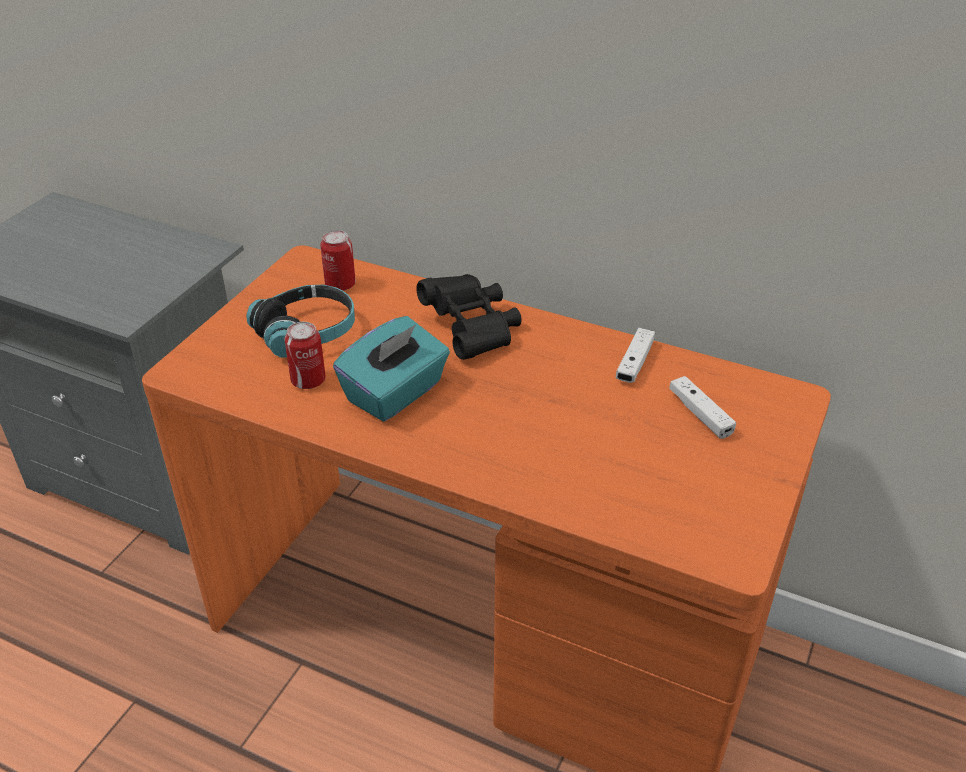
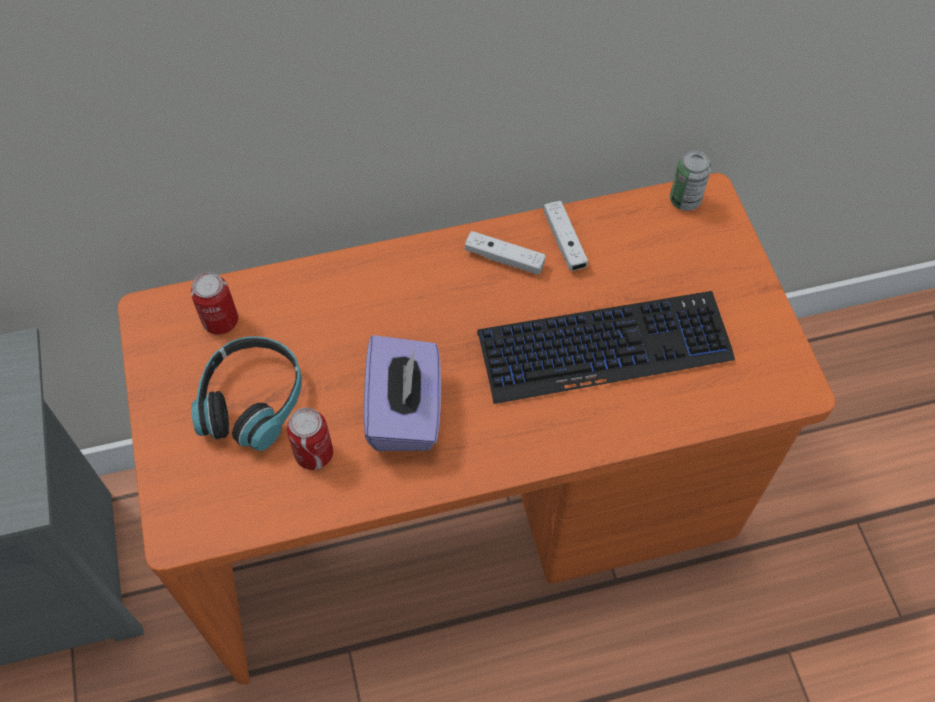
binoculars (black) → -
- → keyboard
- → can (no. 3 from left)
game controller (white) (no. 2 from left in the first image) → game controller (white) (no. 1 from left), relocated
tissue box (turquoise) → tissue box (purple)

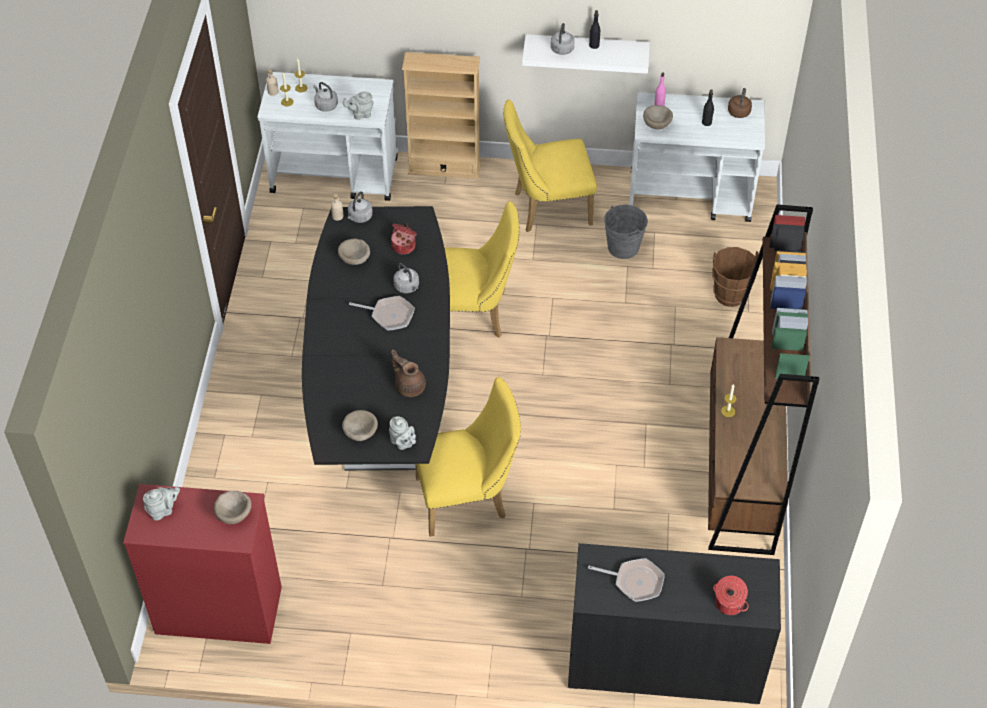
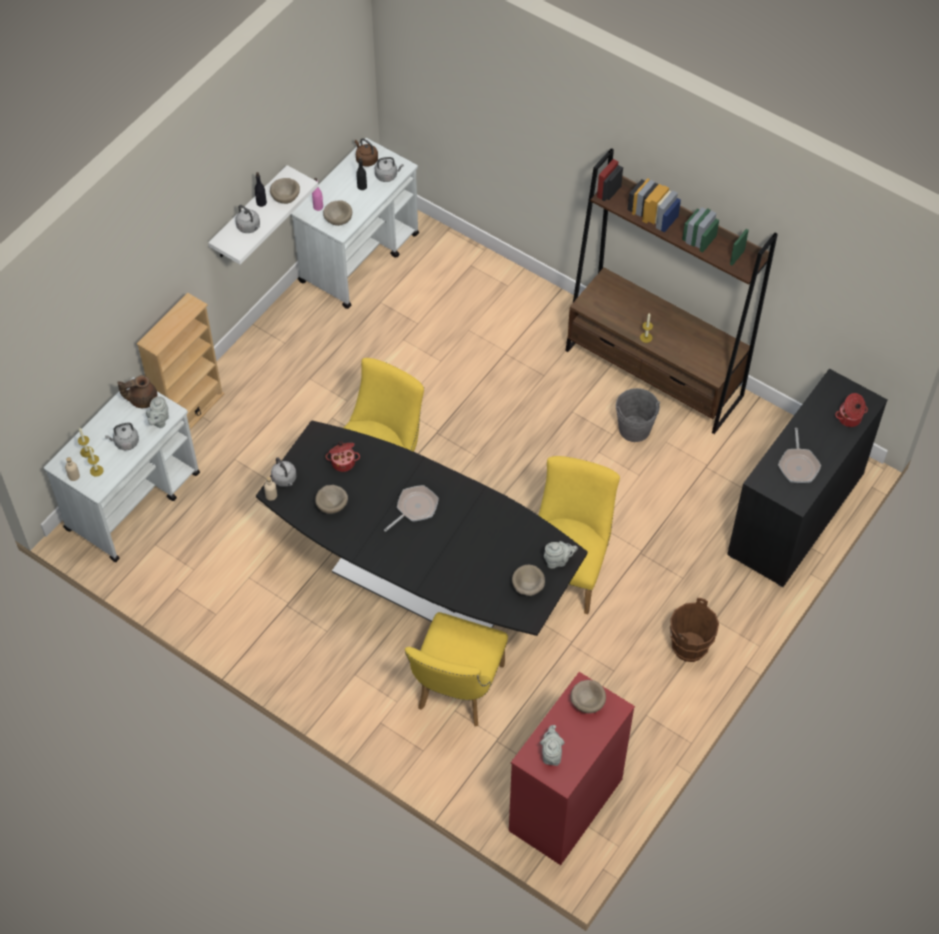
- → bowl (beige) (no. 1 from left)
teapot (brown), relocated
kettle (grey) (no. 3 from left in the first image) → kettle (grey) (no. 4 from left), relocated
chair (yellow) (no. 3 from left in the first image) → chair (yellow) (no. 2 from left), relocated
bucket (grey), relocated
bucket (brown), relocated
frying pan (no. 2 from left), 135 degrees clockwise

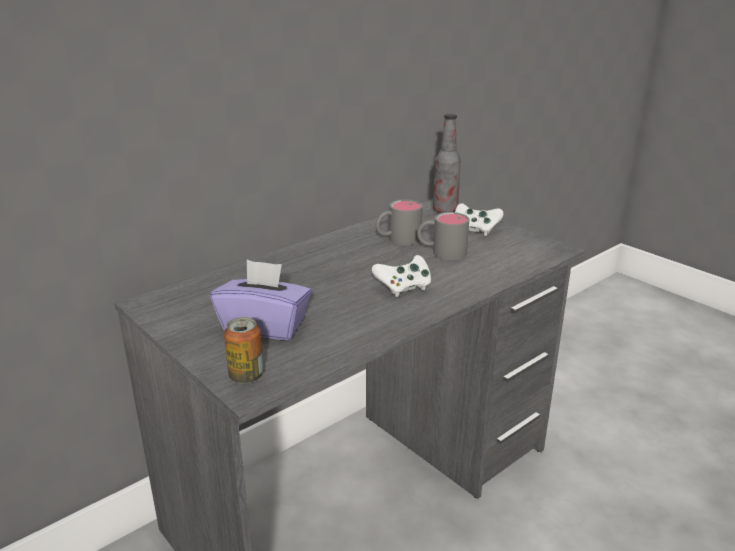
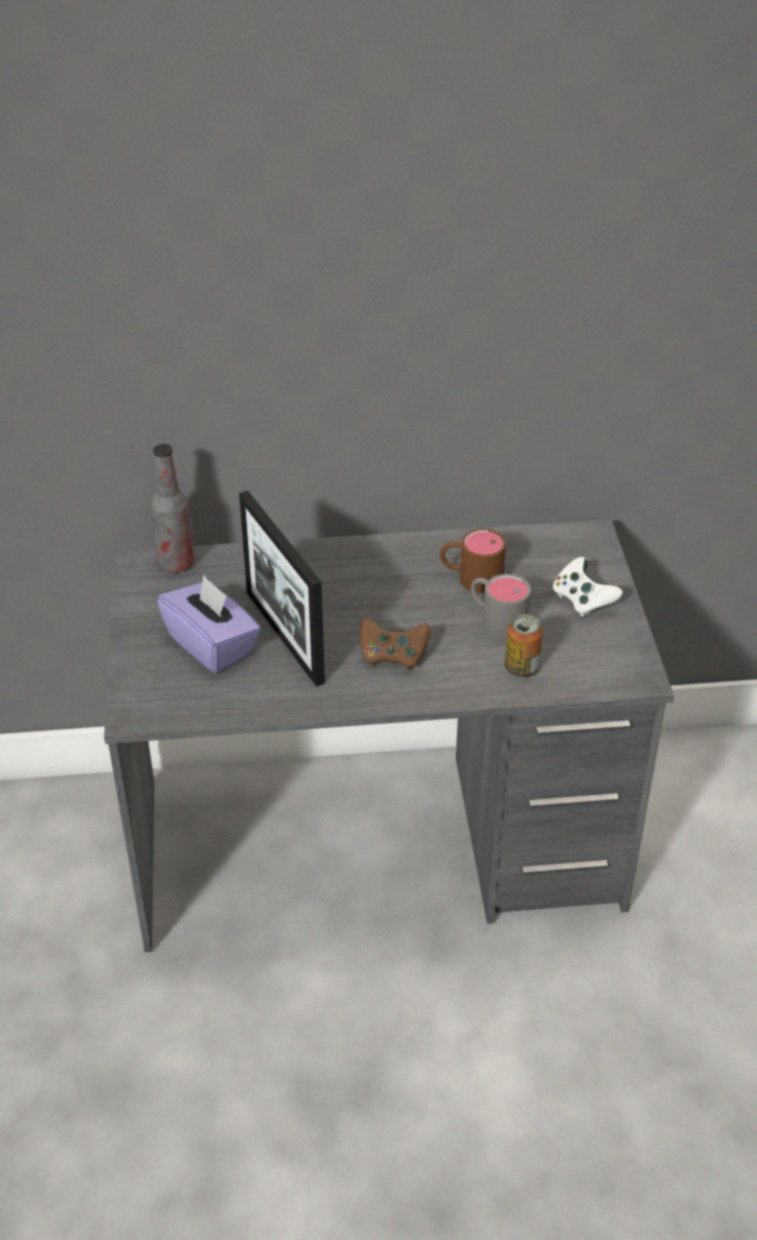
- → picture frame
can, relocated
bottle, relocated
game controller (white) (no. 1 from left) → game controller (brown)
mug (grey) (no. 1 from left) → mug (brown)

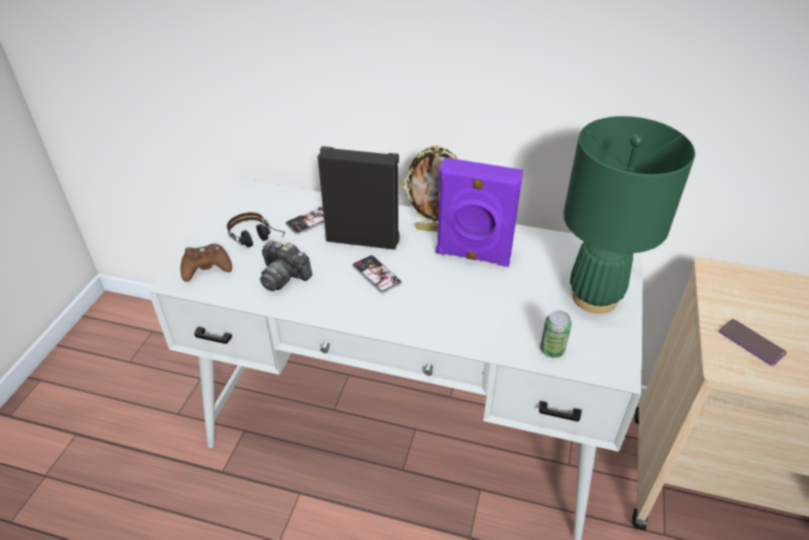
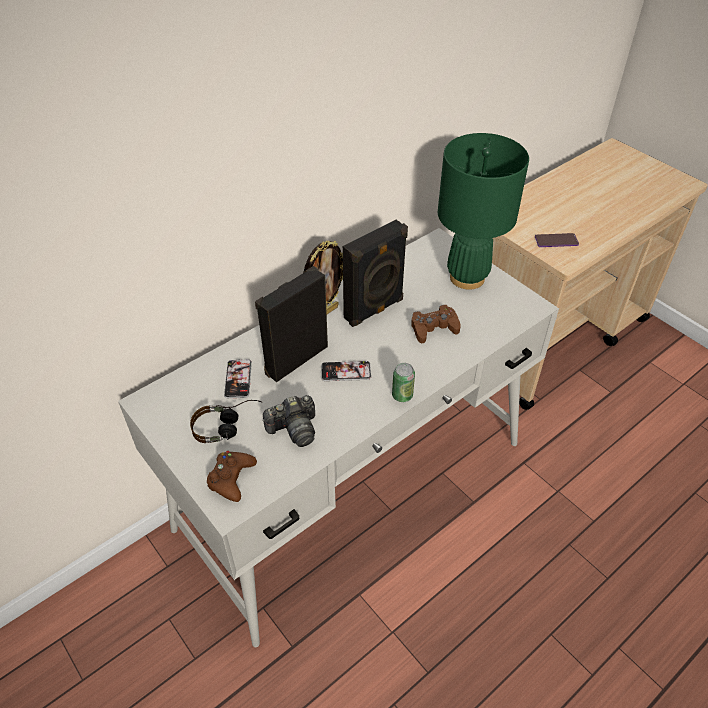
- → game controller (brown) (no. 2 from left)
can, relocated
speaker (purple) → speaker (black) (no. 2 from left)

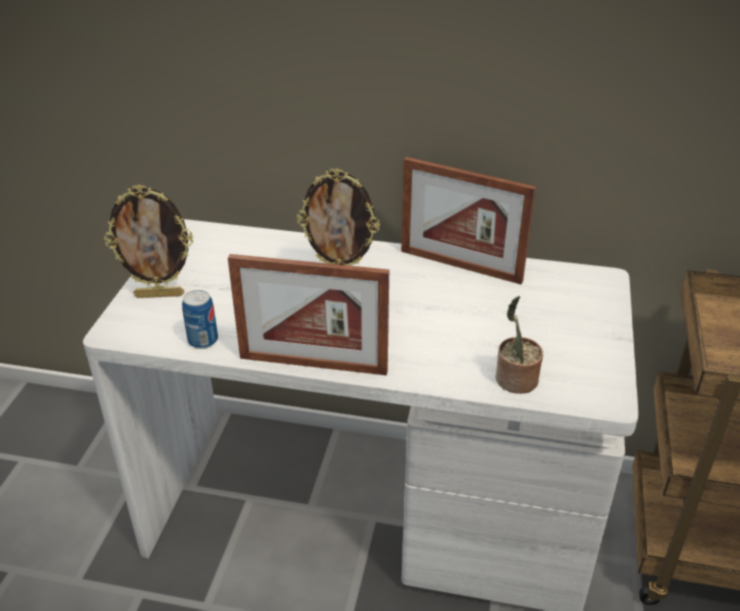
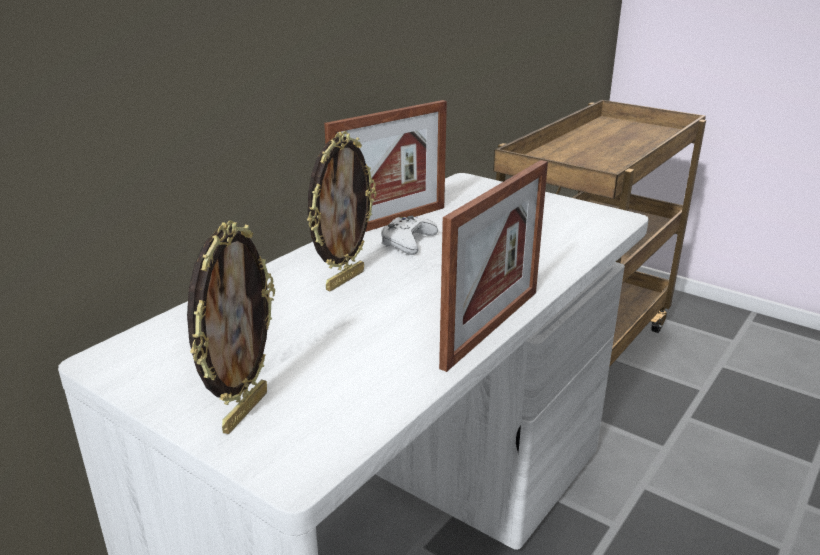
can → -
potted plant → -
- → game controller (white)

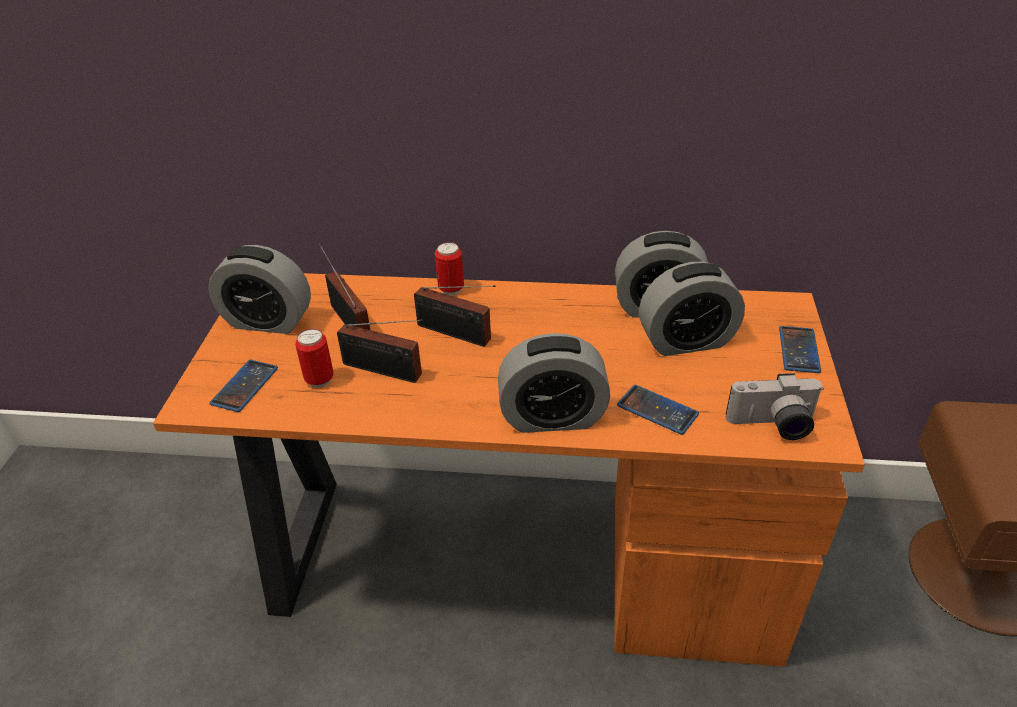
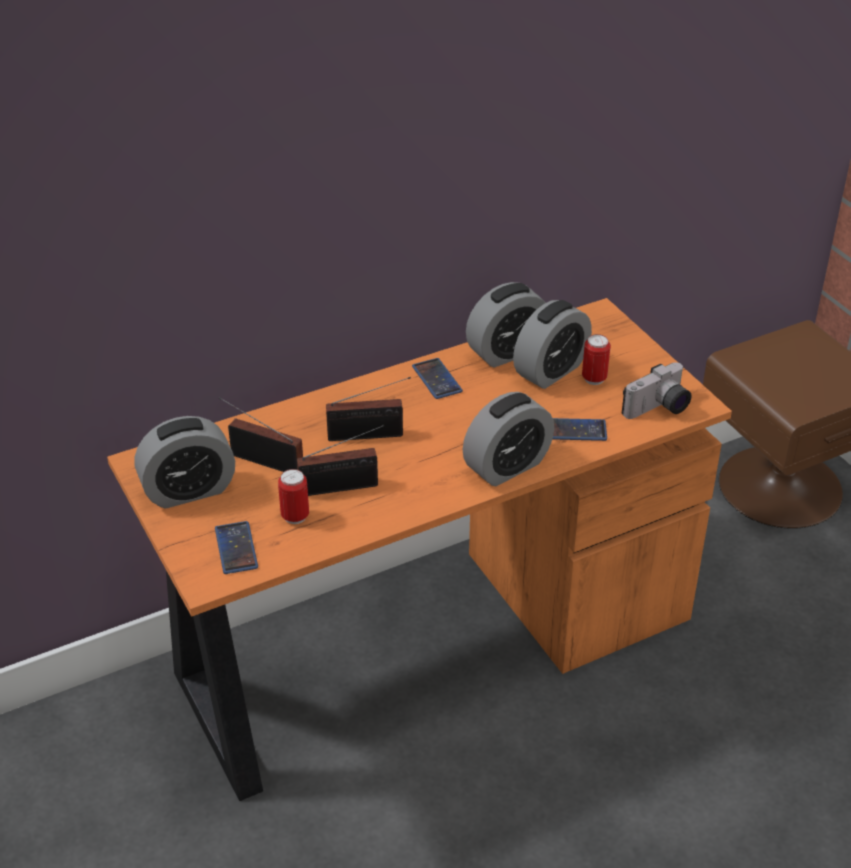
can (no. 2 from left), relocated
phone (no. 3 from left in the first image) → phone (no. 2 from left), relocated

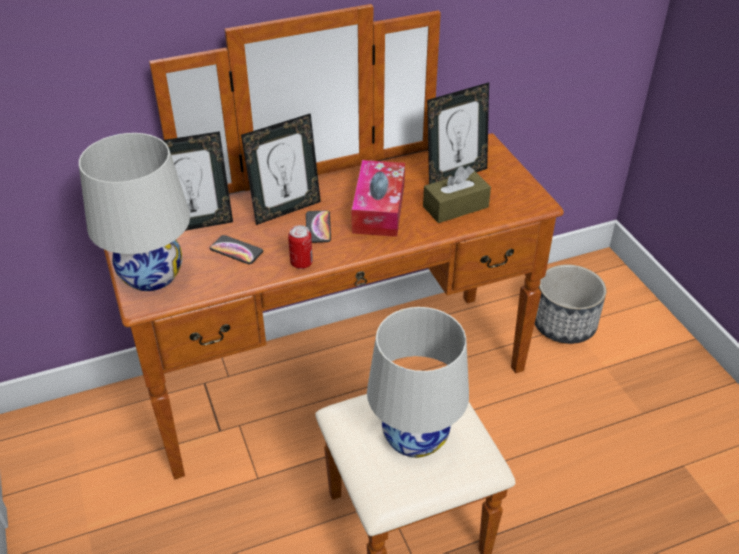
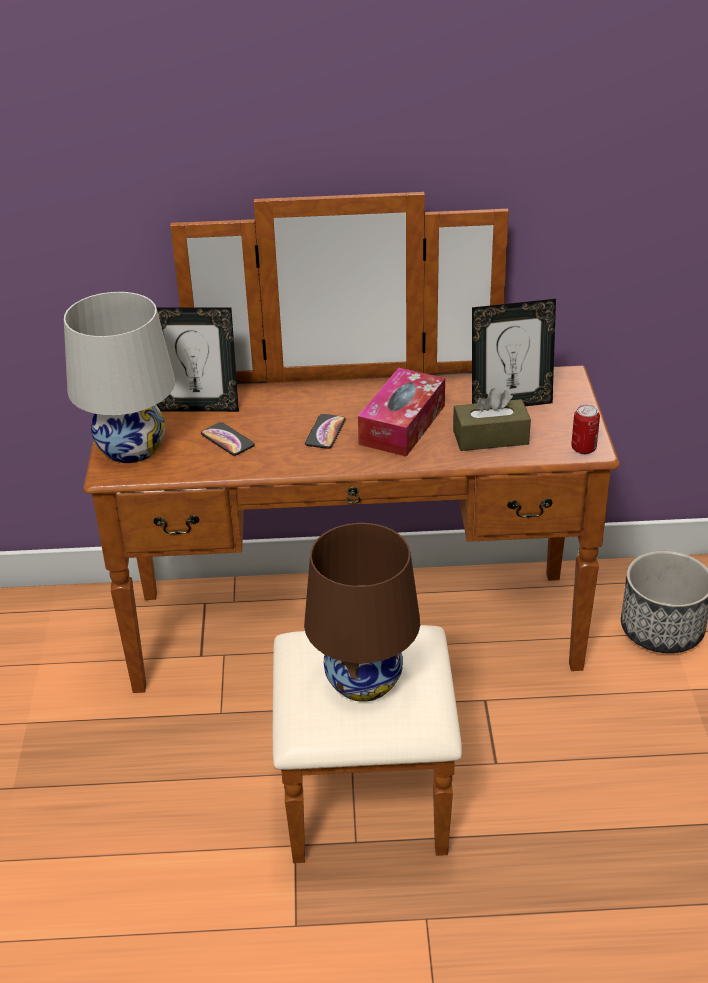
picture frame (no. 2 from left) → -
can, relocated
table lamp (white) (no. 2 from left) → table lamp (brown)

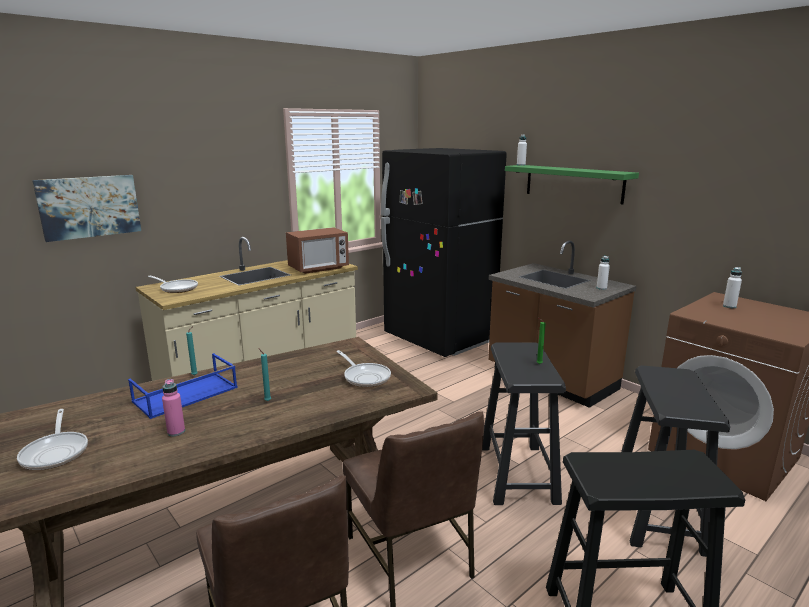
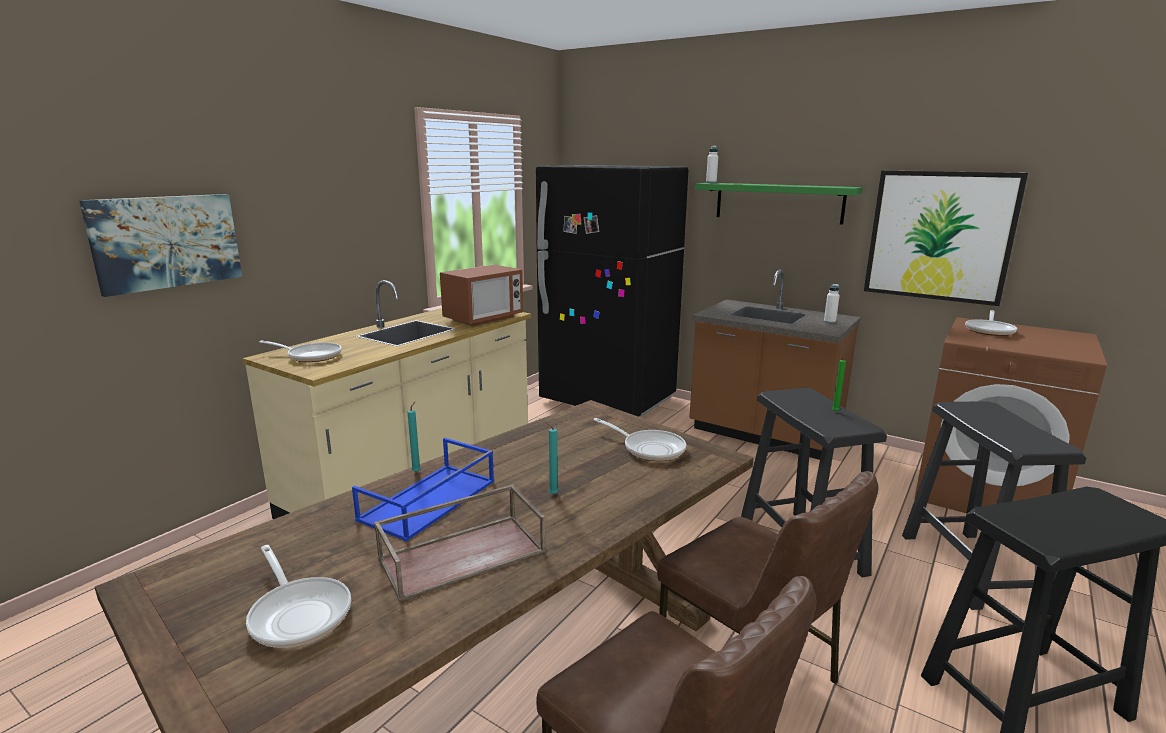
- → picture (no. 2 from left)
bottle (pink) → tray (brown)
bottle (white) (no. 3 from left) → frying pan (no. 4 from left)

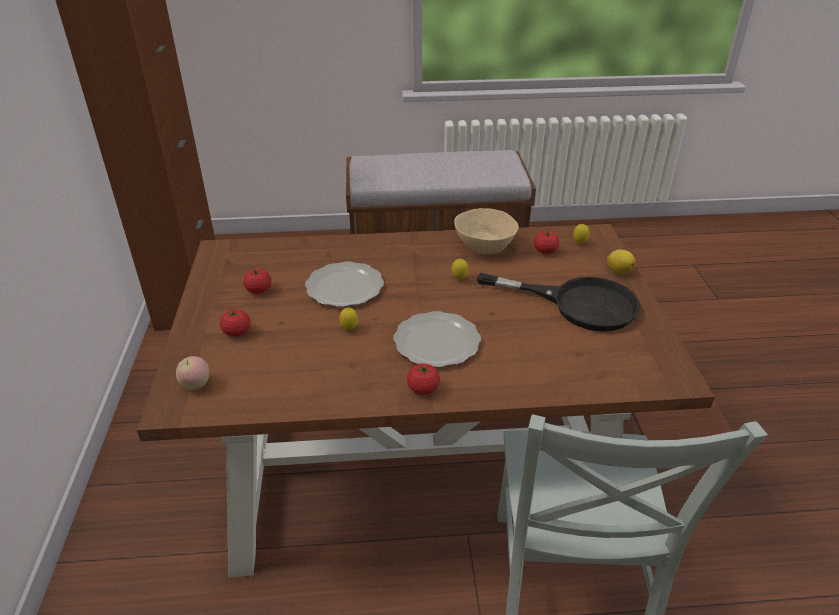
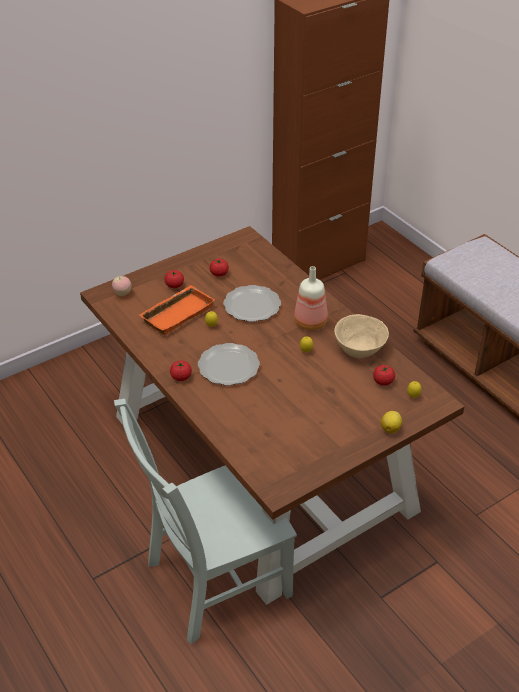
frying pan (black) → -
- → tray (orange)
- → bottle

